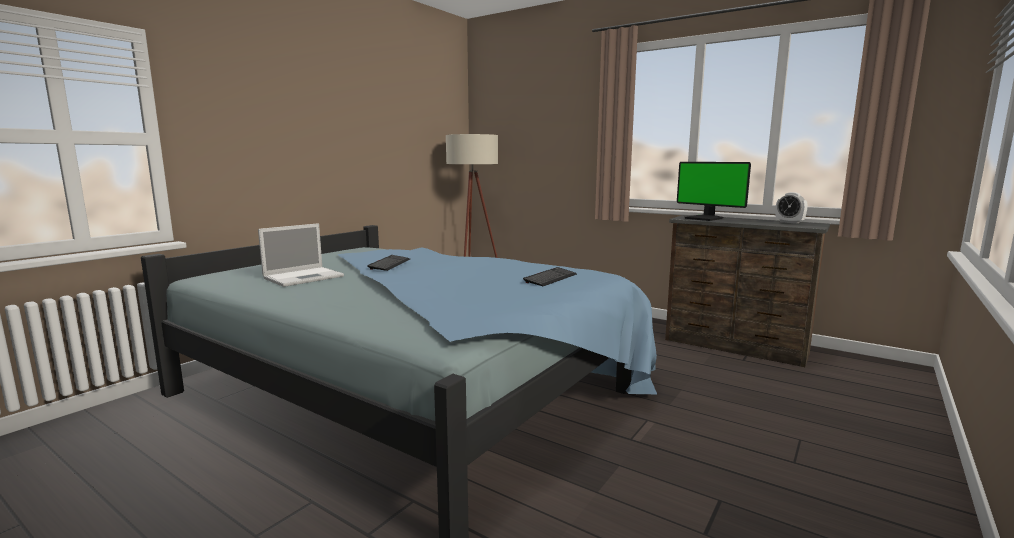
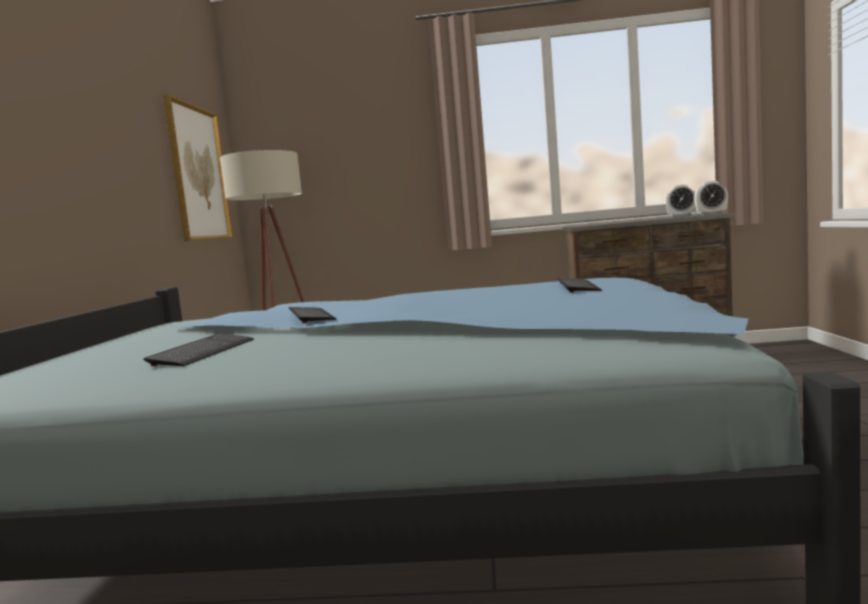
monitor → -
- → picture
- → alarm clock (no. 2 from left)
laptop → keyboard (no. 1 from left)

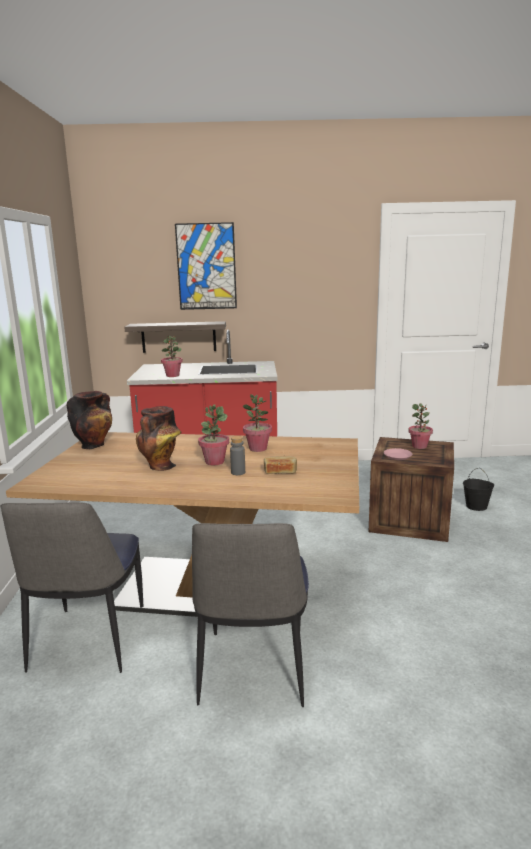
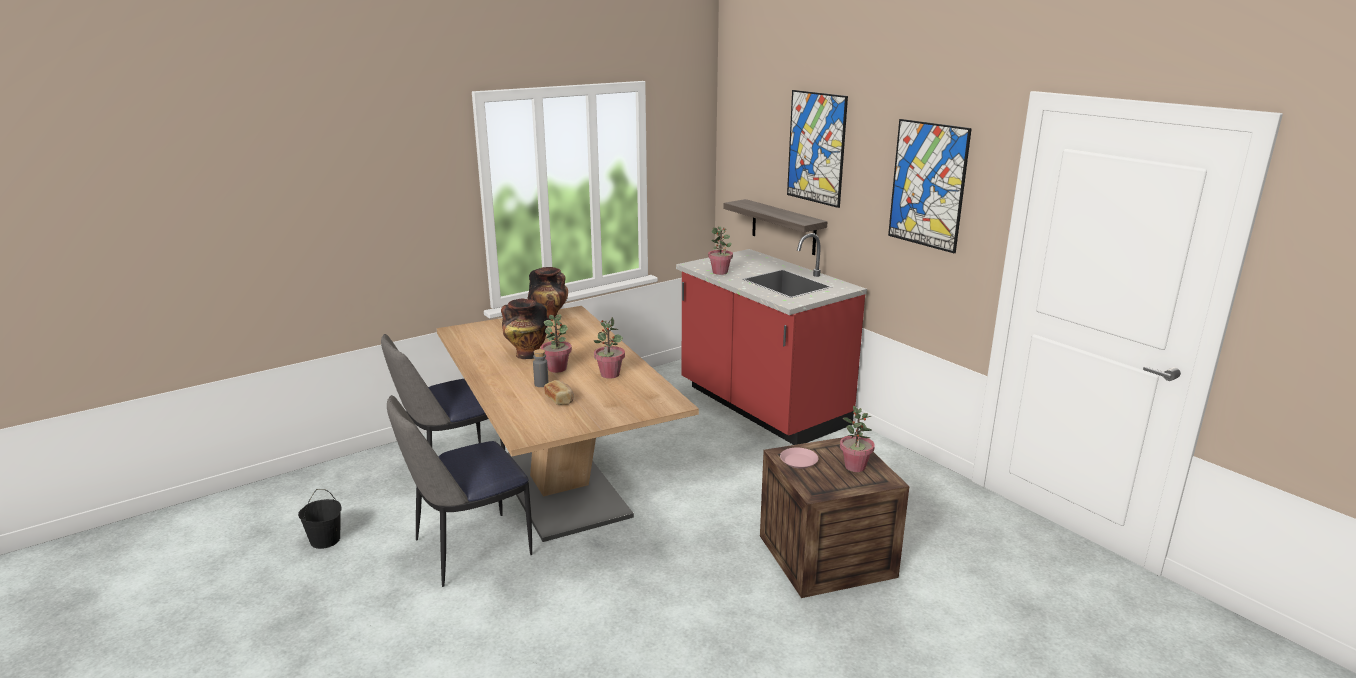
- → picture (no. 2 from left)
bucket (black), relocated

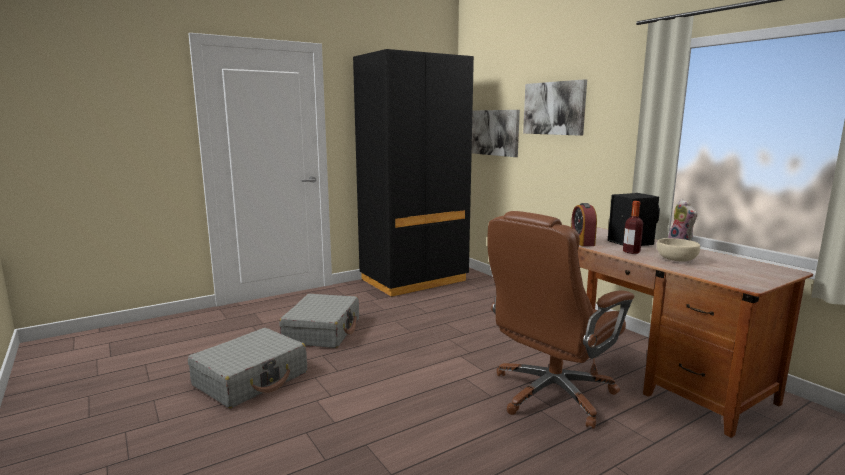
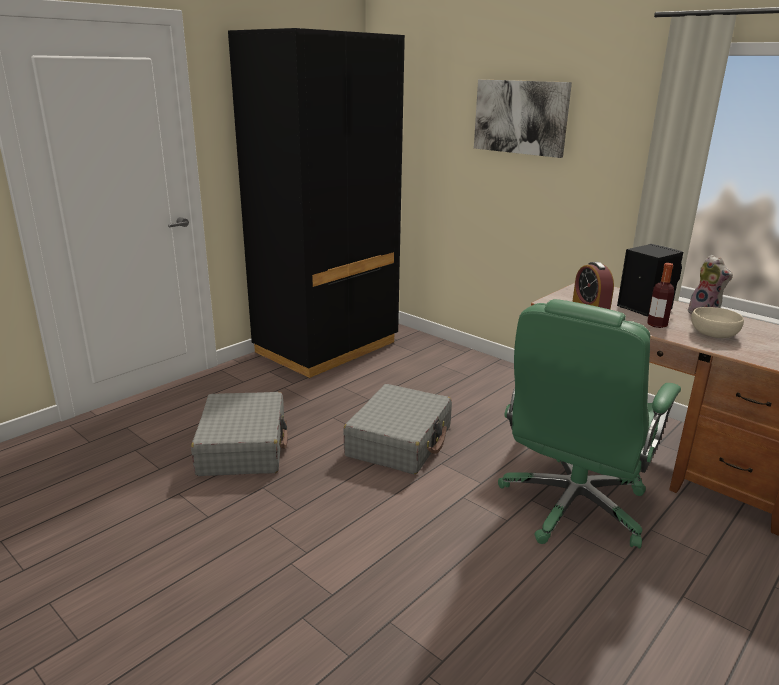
picture (no. 1 from left) → -
suitcase (grey) (no. 1 from left in the first image) → suitcase (grey) (no. 2 from left), relocated
office chair (brown) → office chair (green)

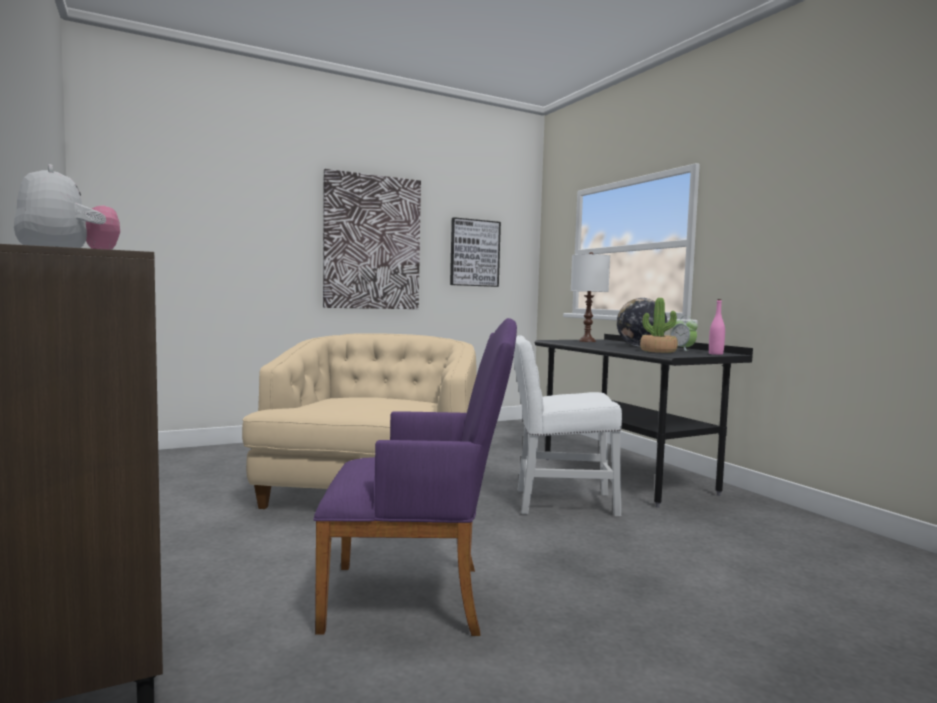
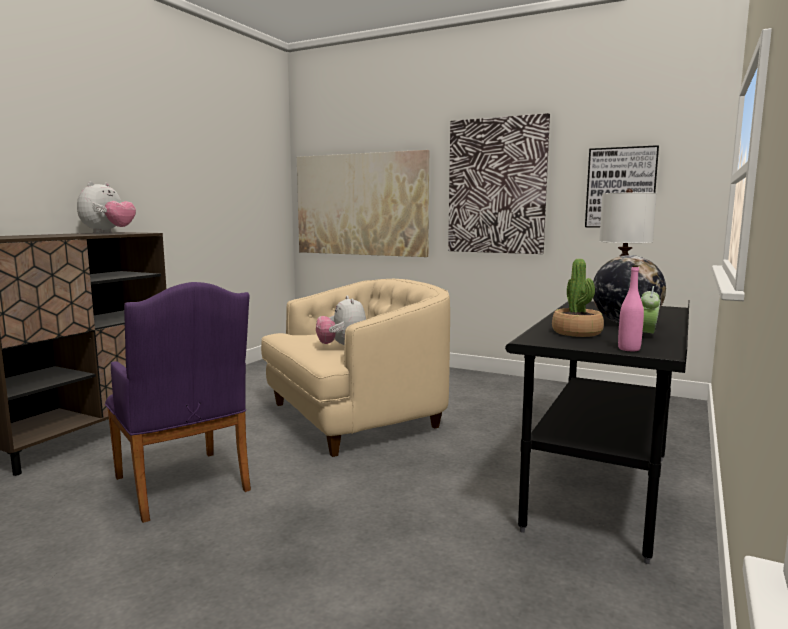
chair (white) → -
- → picture (no. 1 from left)
- → plush toy (no. 2 from left)

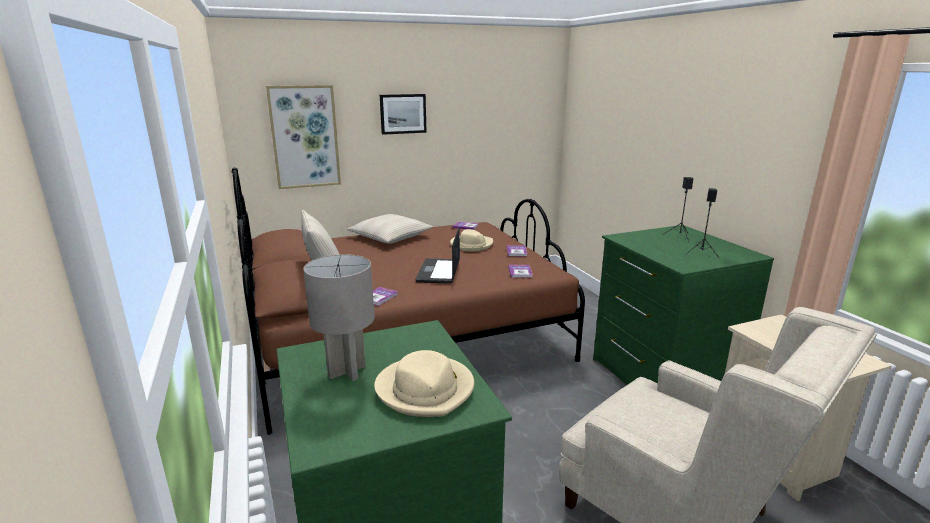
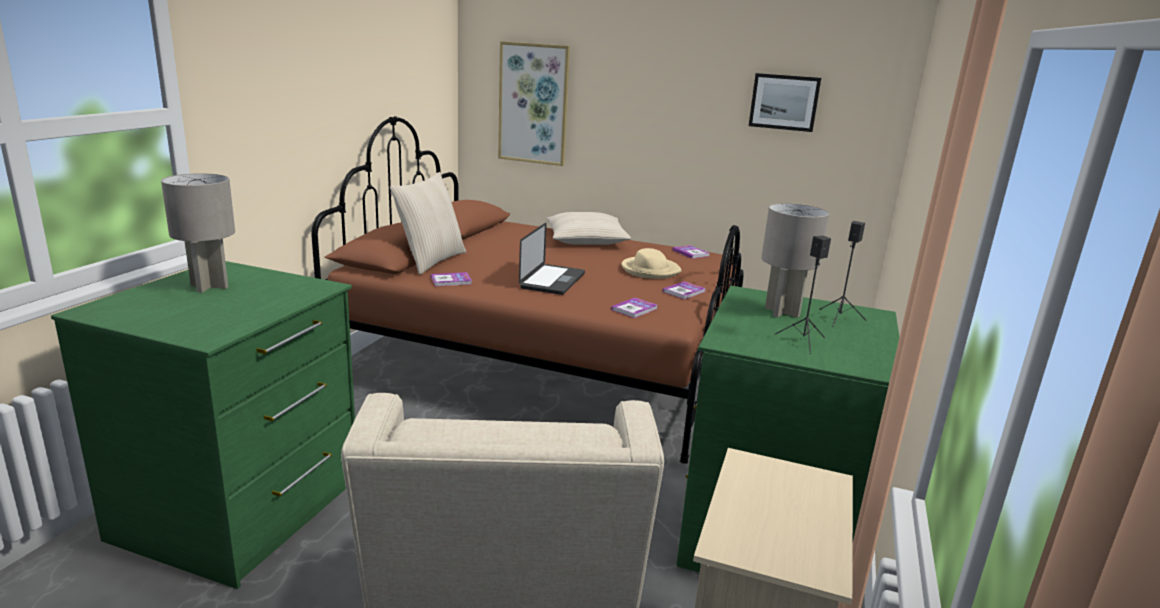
hat (beige) (no. 1 from left) → -
- → table lamp (grey) (no. 2 from left)
picture (no. 2 from left), relocated
laptop, 150 degrees clockwise

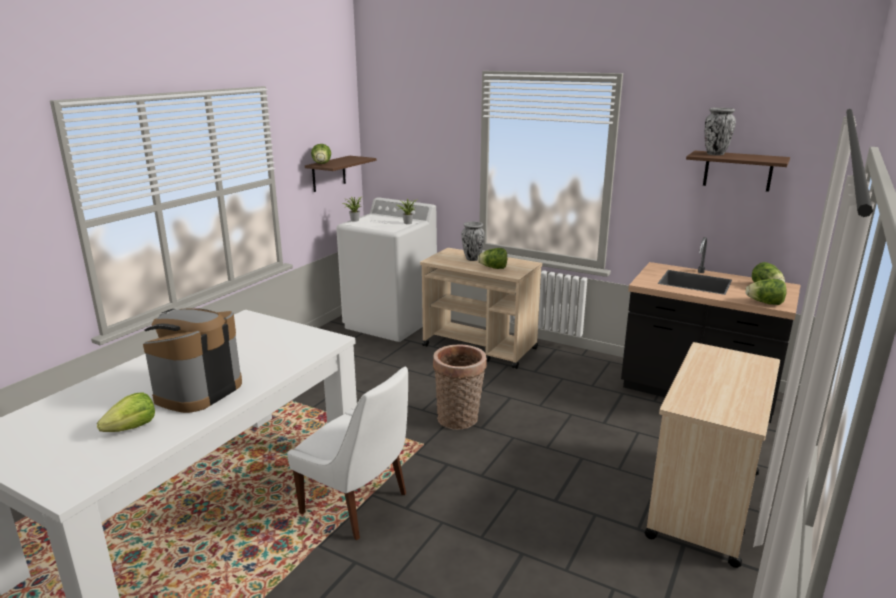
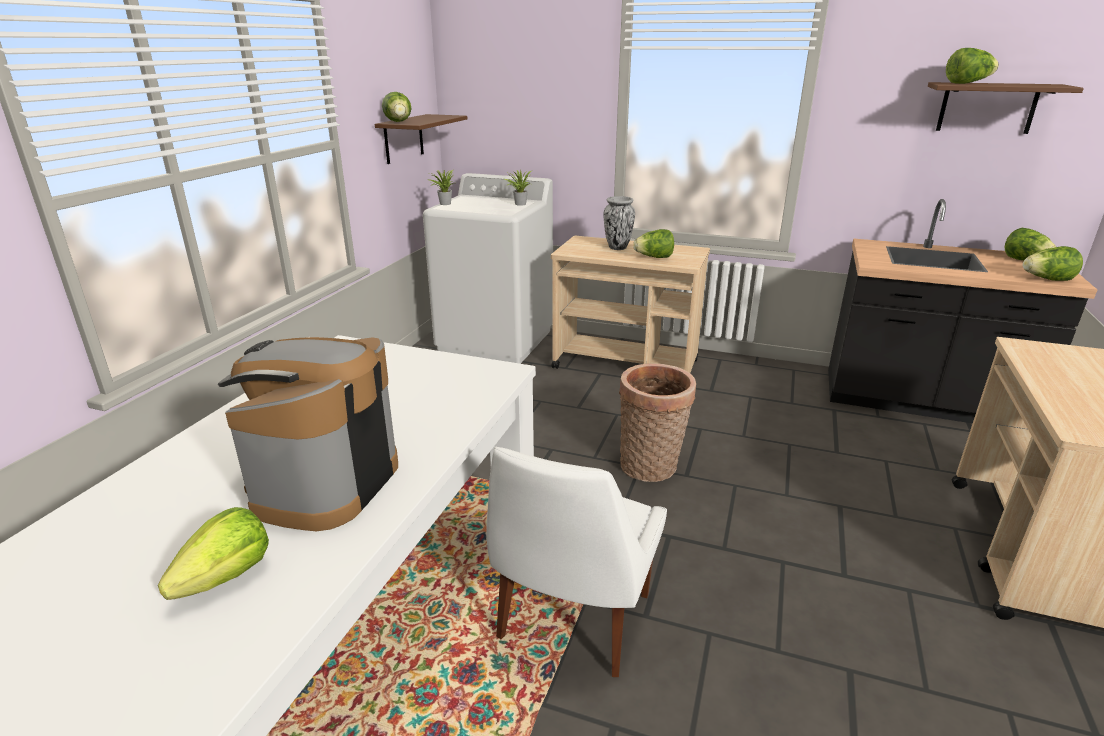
vase (no. 2 from left) → lettuce (no. 4 from left)
chair (white), 90 degrees clockwise

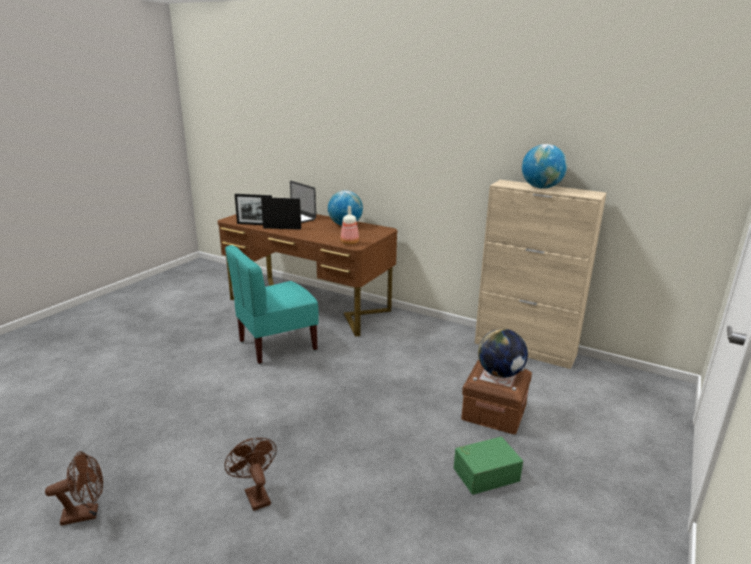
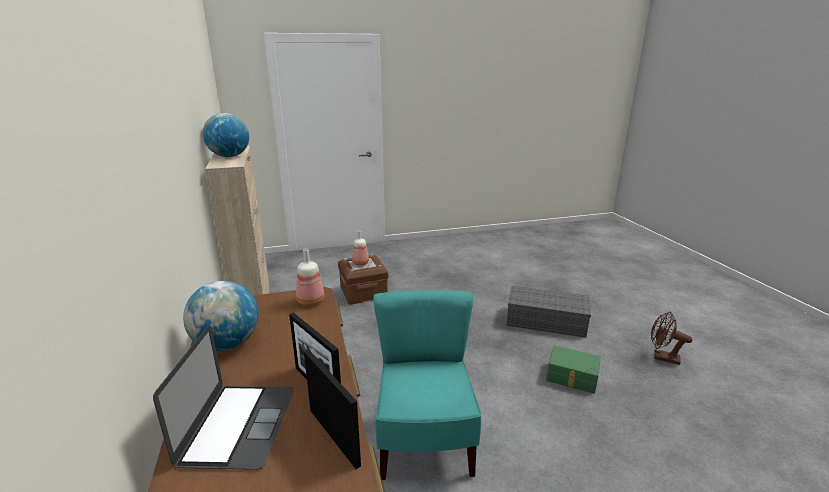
storage box (green), relocated
fan (brown) (no. 2 from left) → storage box (grey)
globe (no. 2 from left) → bottle (no. 2 from left)
chair (turquoise), 105 degrees counterclockwise

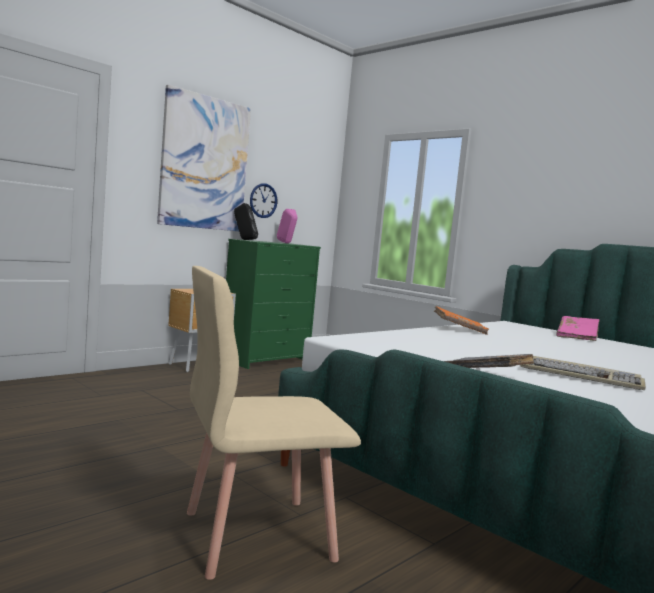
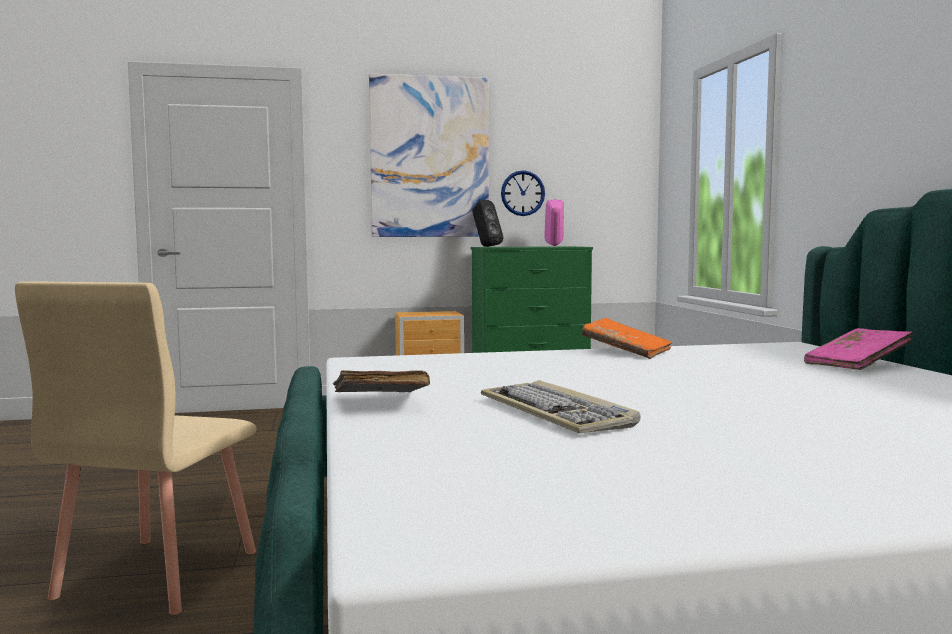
chair (beige), 90 degrees counterclockwise

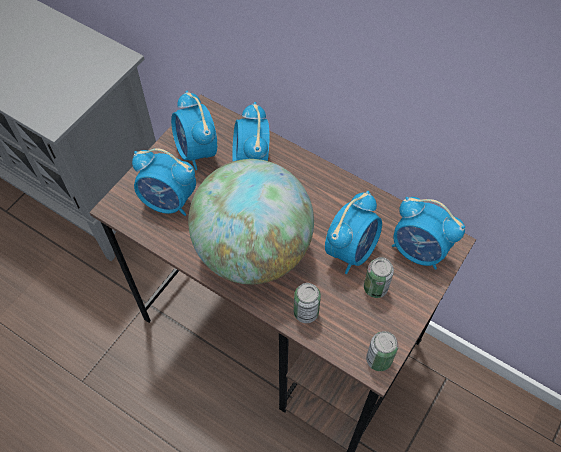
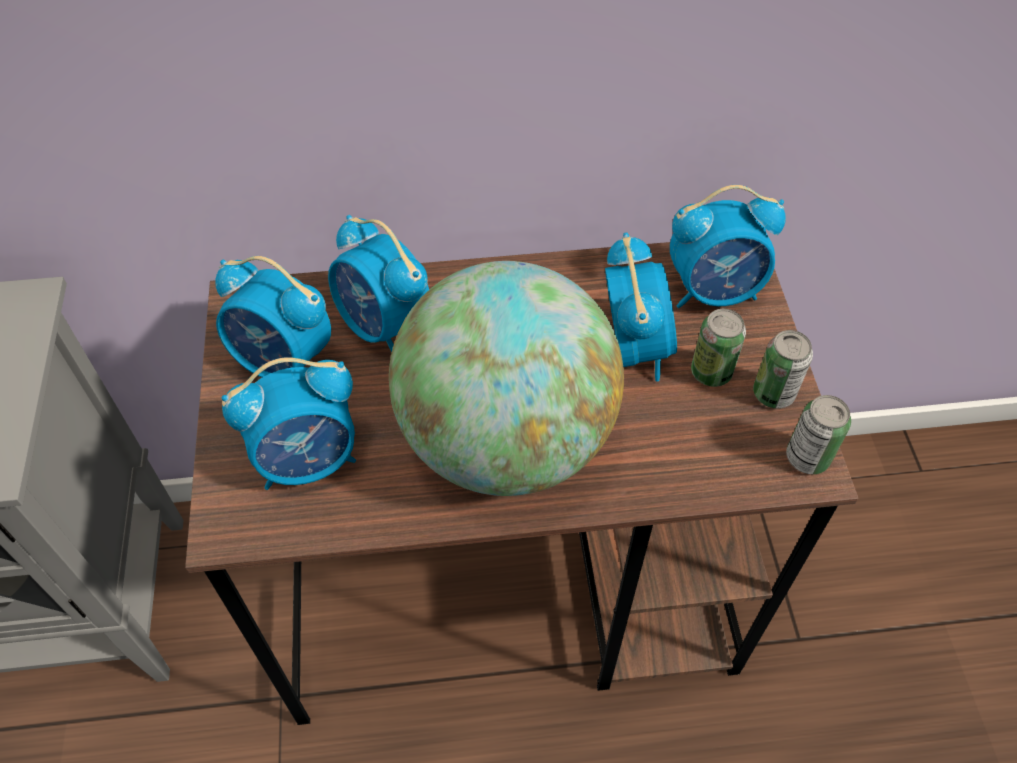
can (no. 1 from left in the first image) → can (no. 2 from left), relocated

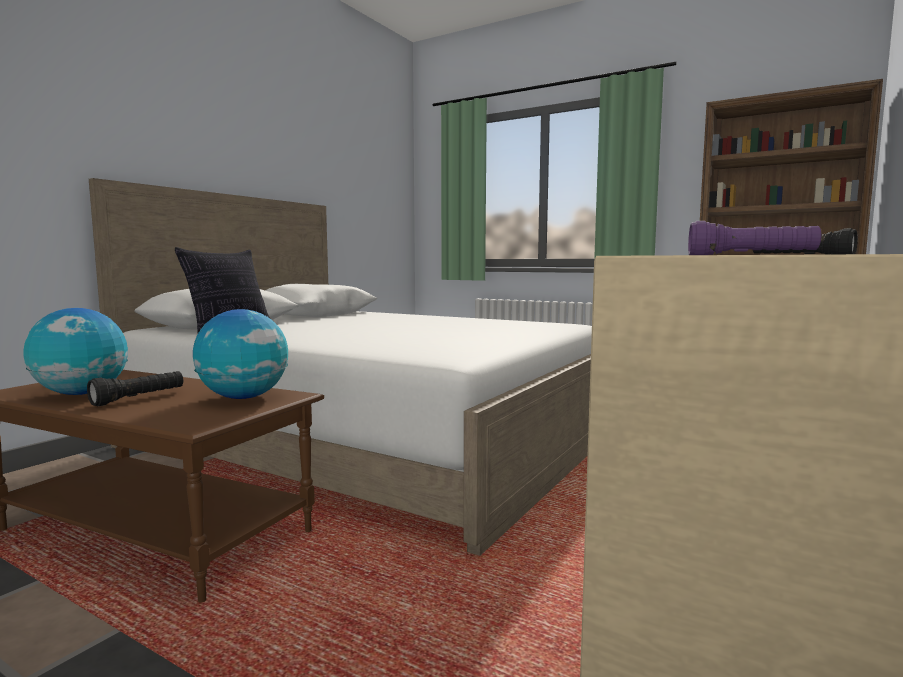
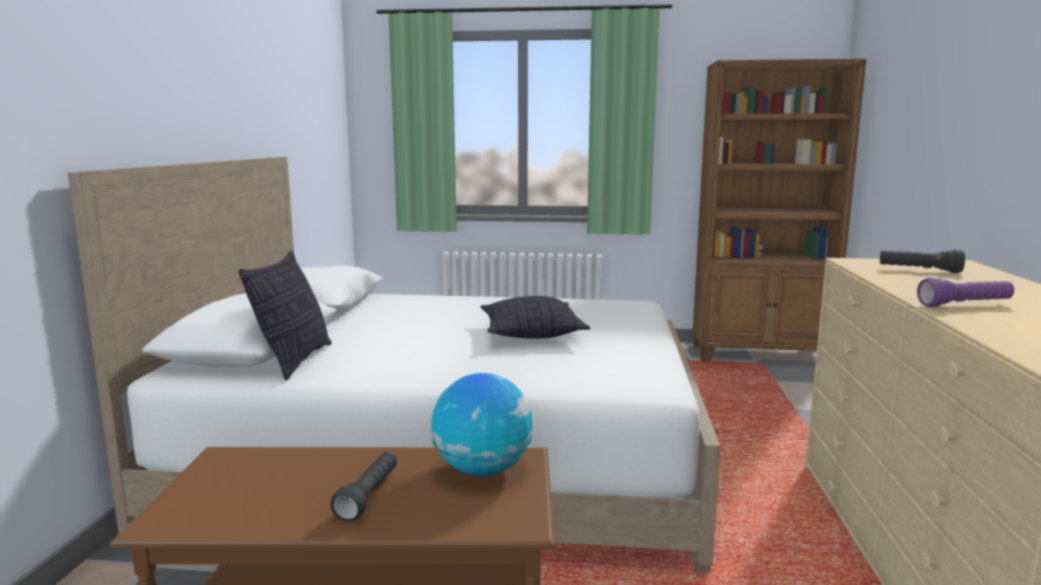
globe (no. 1 from left) → -
- → pillow (no. 2 from left)

